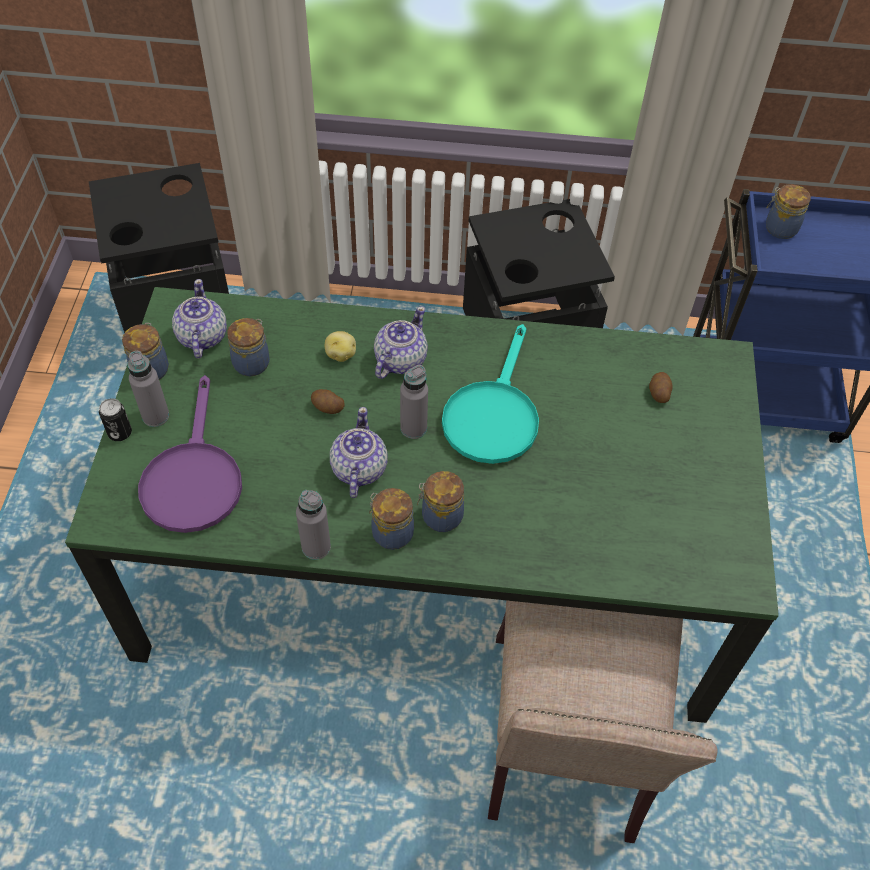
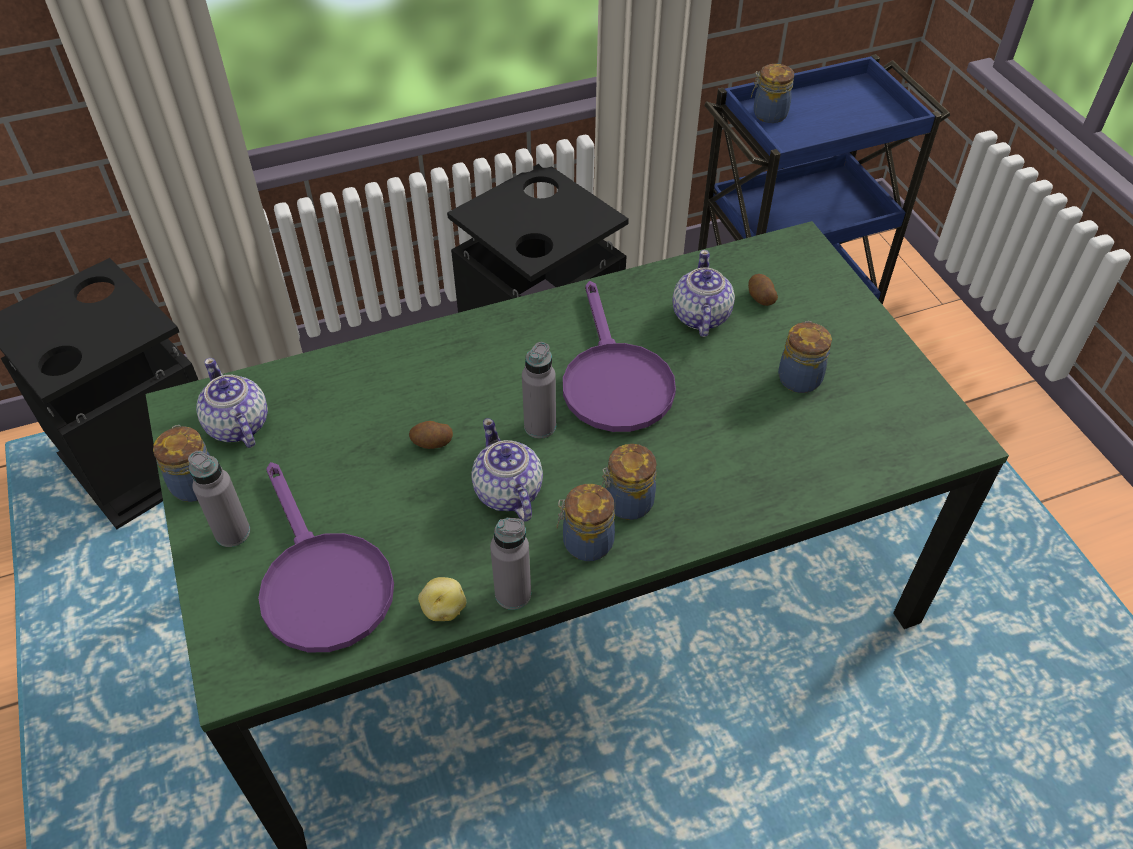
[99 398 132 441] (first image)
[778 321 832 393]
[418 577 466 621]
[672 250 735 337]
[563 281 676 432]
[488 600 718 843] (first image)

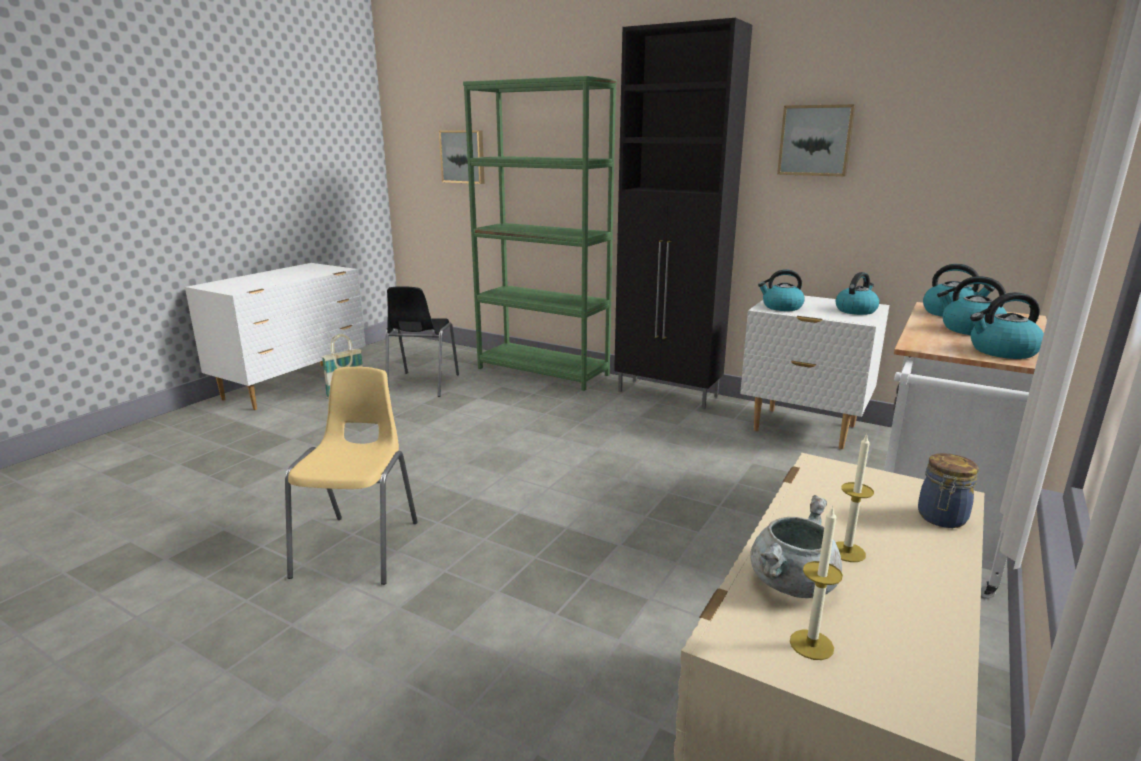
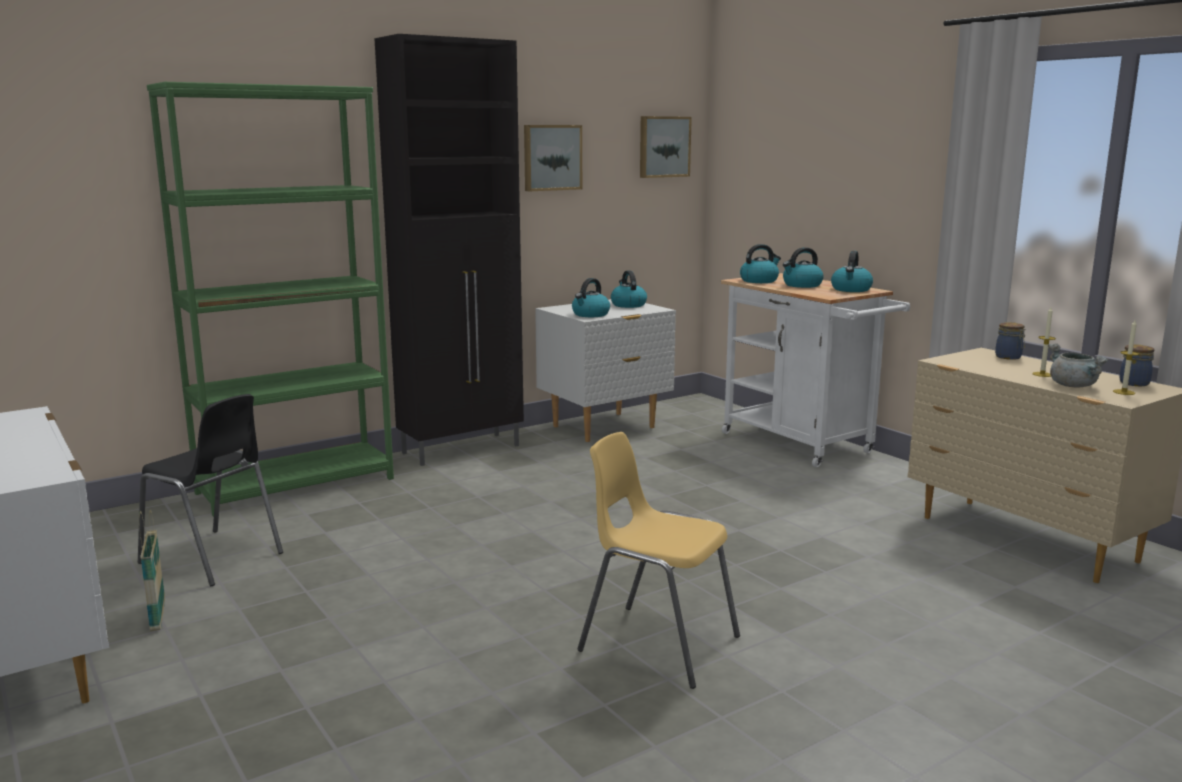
[640 116 692 178]
[1119 345 1154 386]

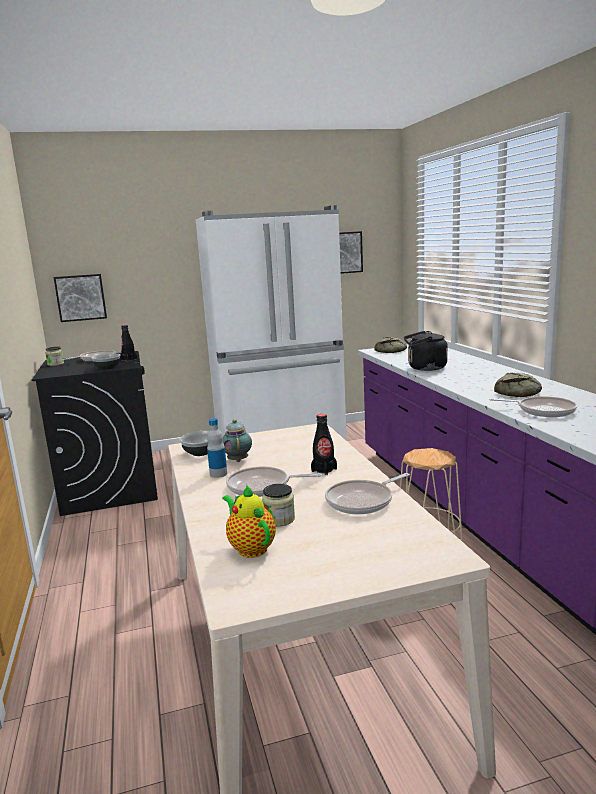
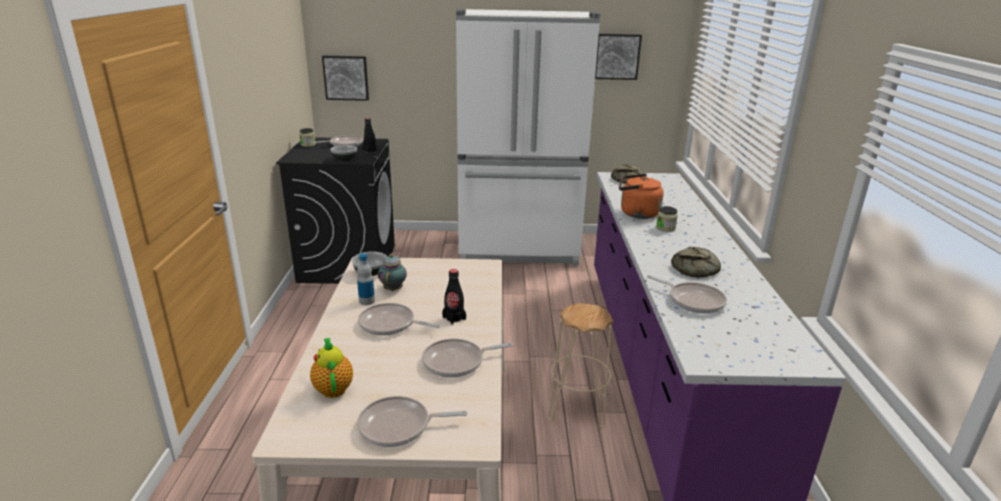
[656 206 678 232]
[619 174 664 219]
[357 396 467 447]

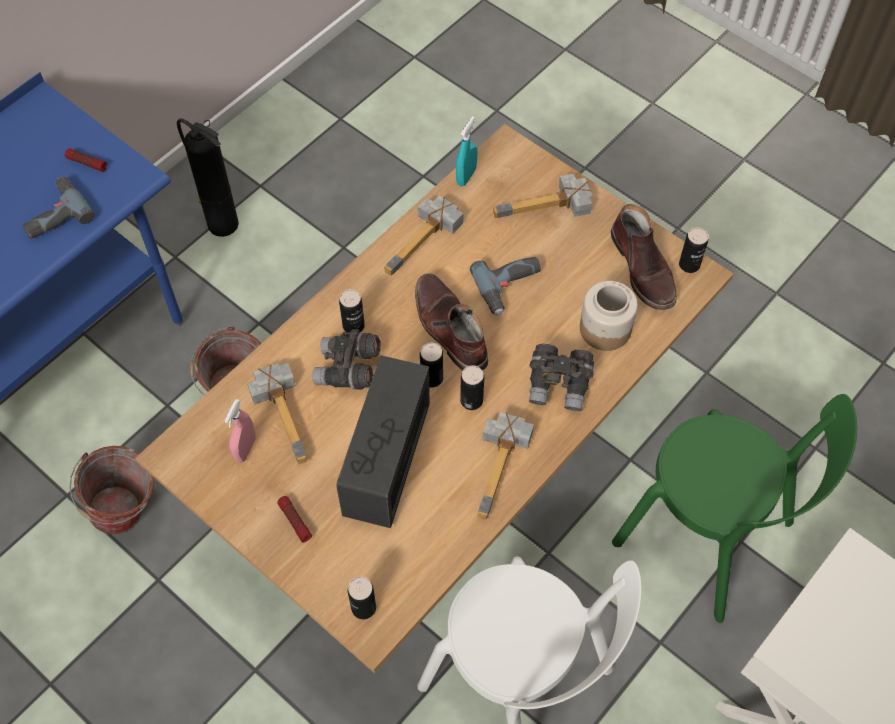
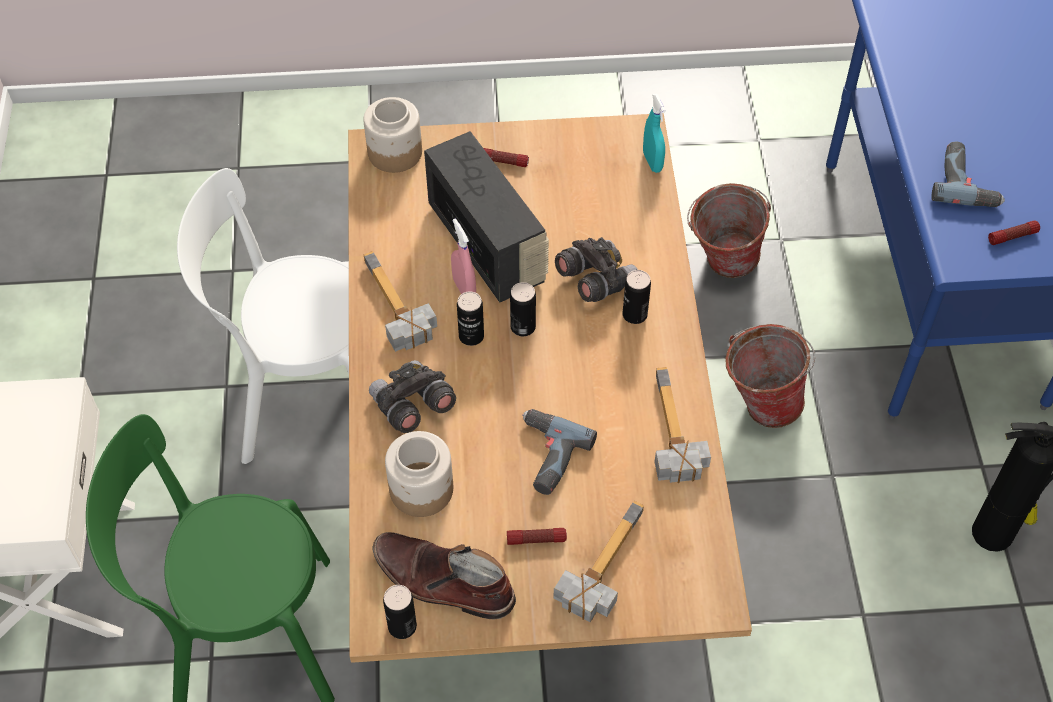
[451 219 476 294]
[247 363 307 464] (first image)
[363 97 422 173]
[415 273 488 371] (first image)
[643 94 666 173]
[507 528 567 545]

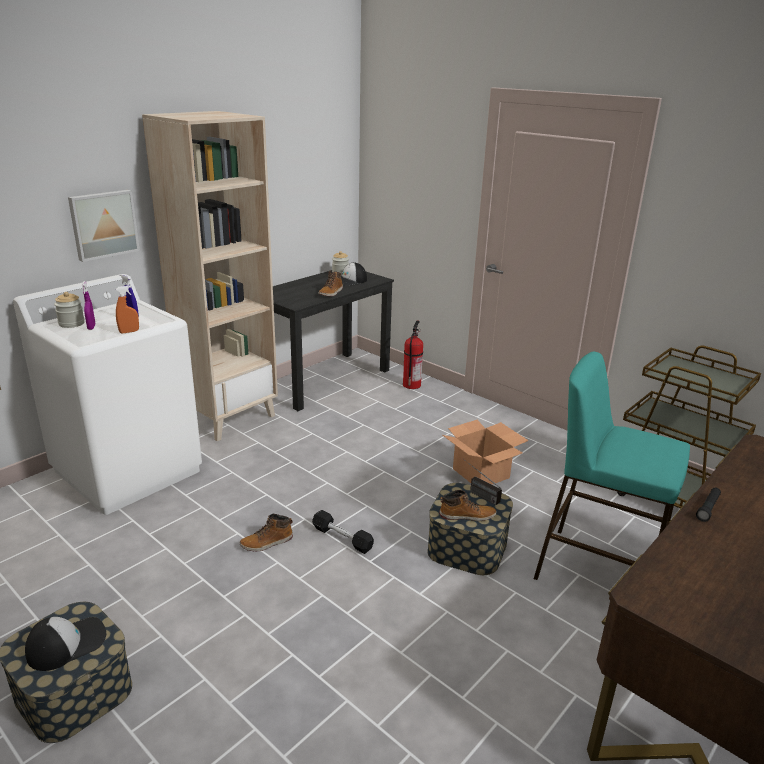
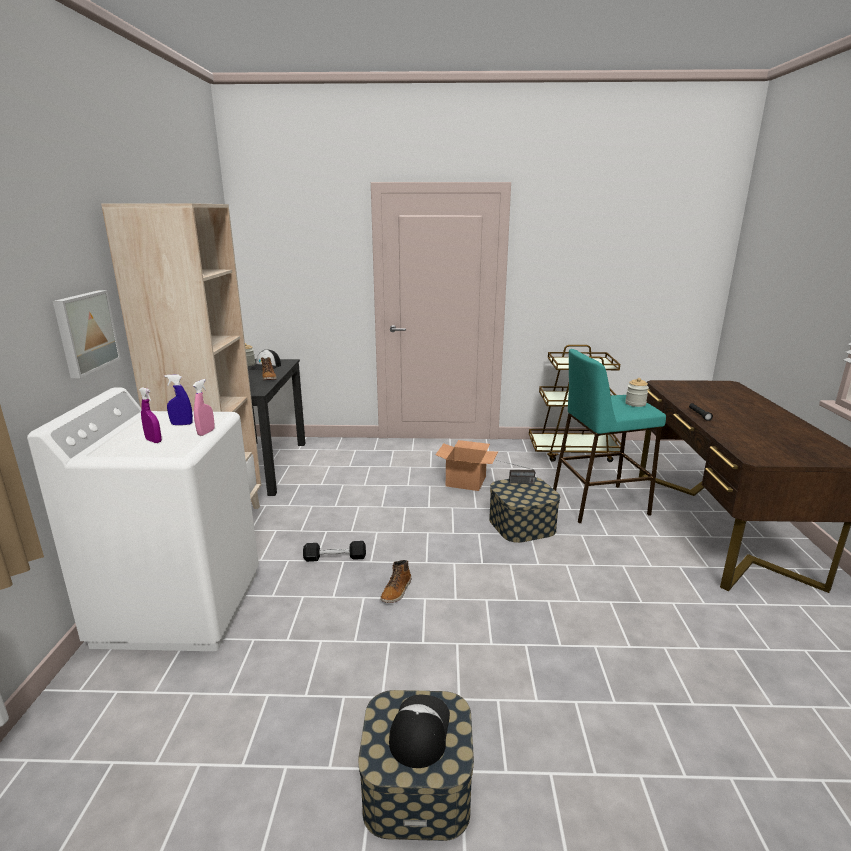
[625 378 649 407]
[193 379 215 436]
[303 541 366 562]
[403 321 423 389] (first image)
[439 490 497 521] (first image)

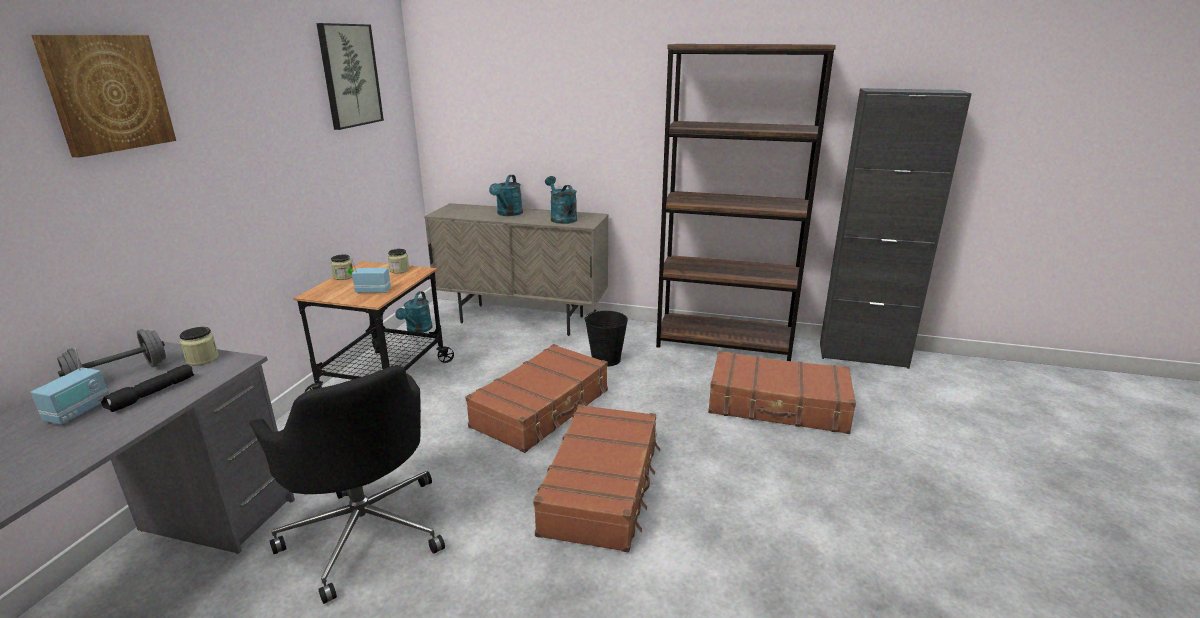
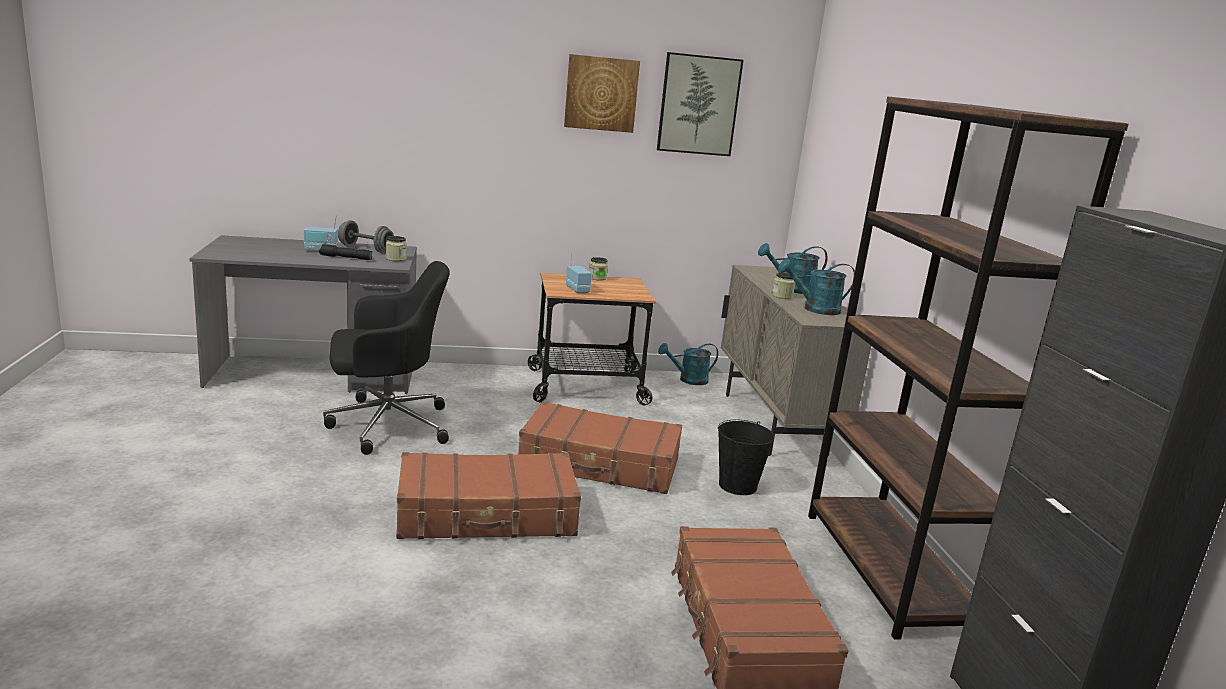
[564 54 640 133]
[323 261 450 455]
[772 272 795 299]
[778 259 855 315]

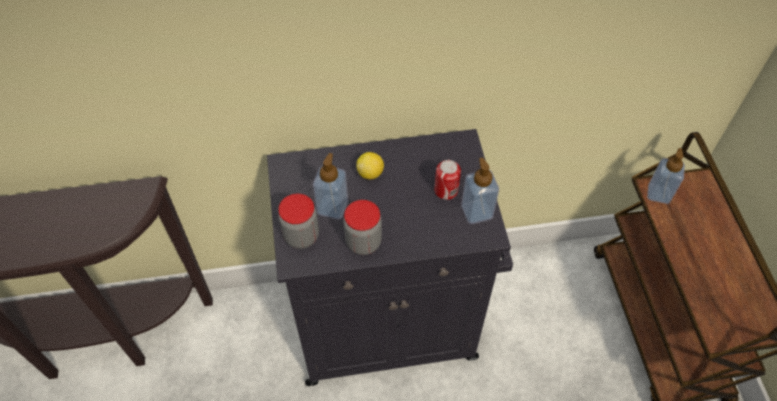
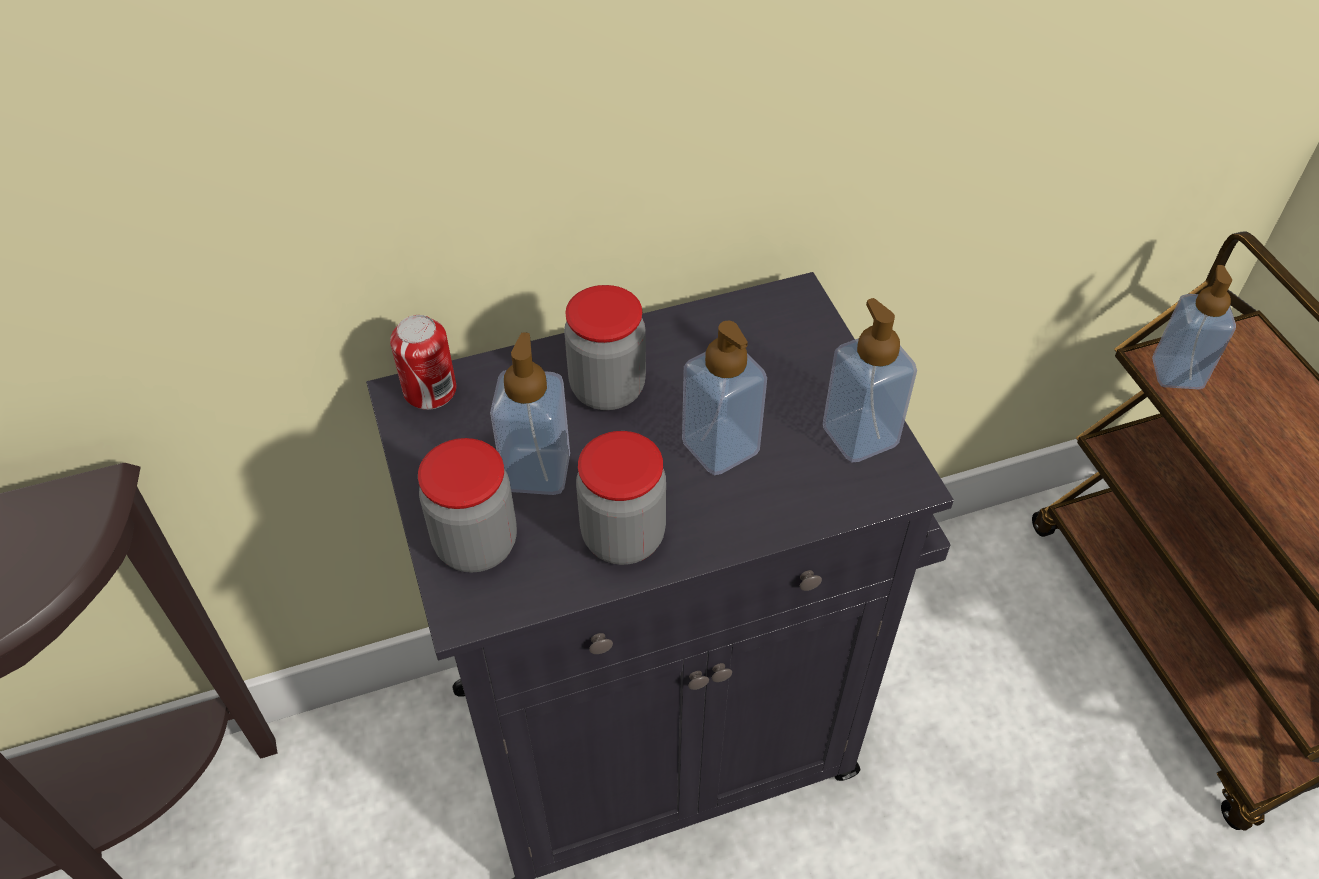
[564 285 646 410]
[390 315 456 410]
[682 321 767 475]

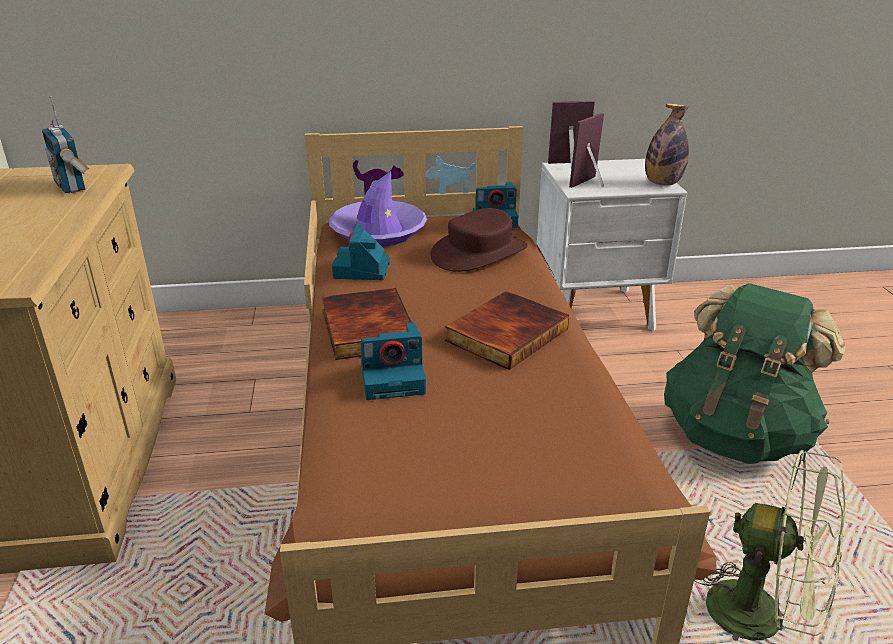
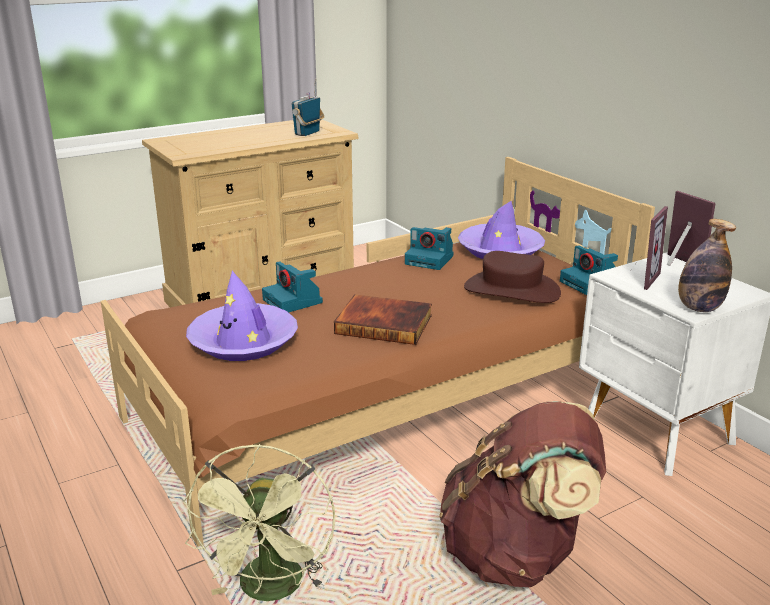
[322 288 412 360] (first image)
[405 227 453 270]
[628 206 668 290]
[439 401 606 587]
[186 271 298 361]

